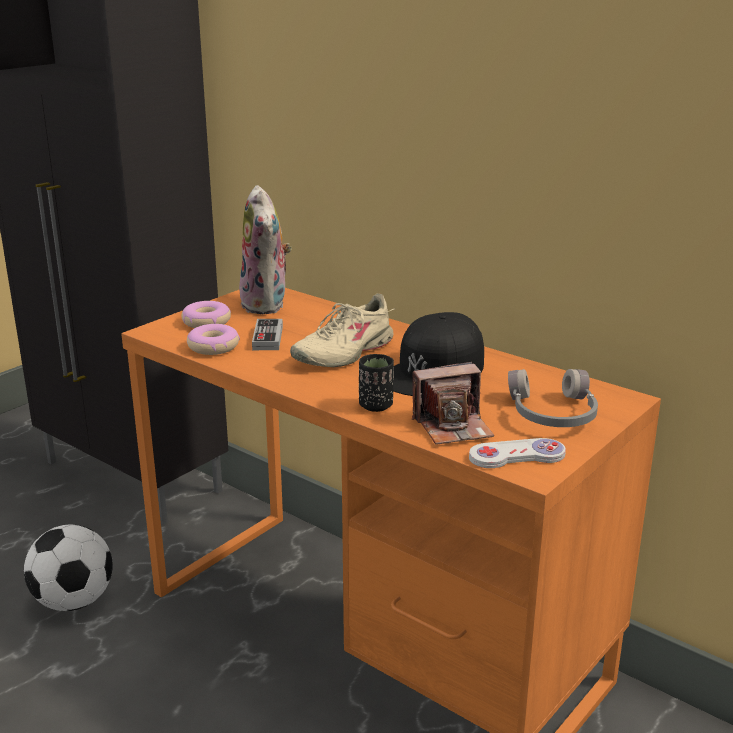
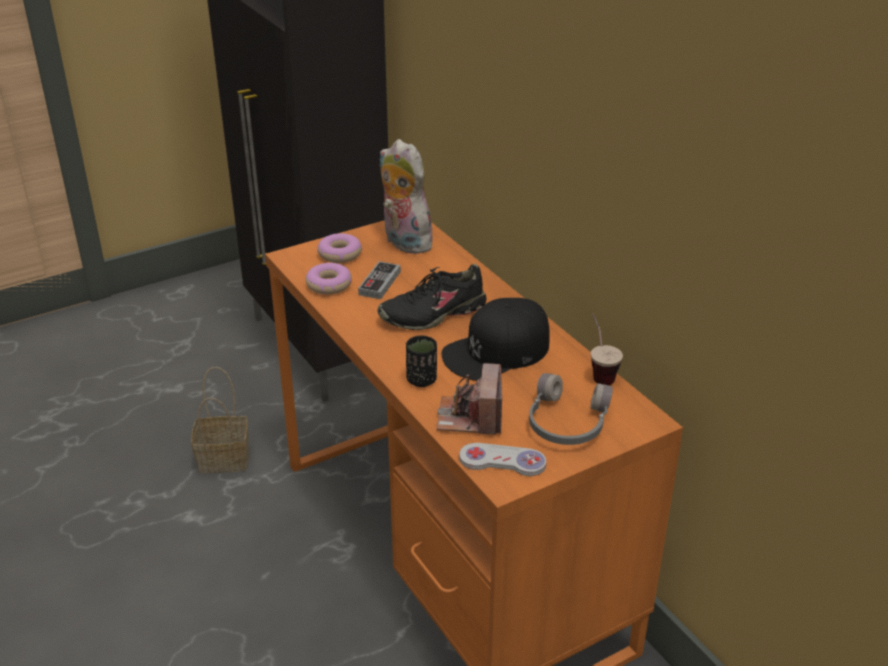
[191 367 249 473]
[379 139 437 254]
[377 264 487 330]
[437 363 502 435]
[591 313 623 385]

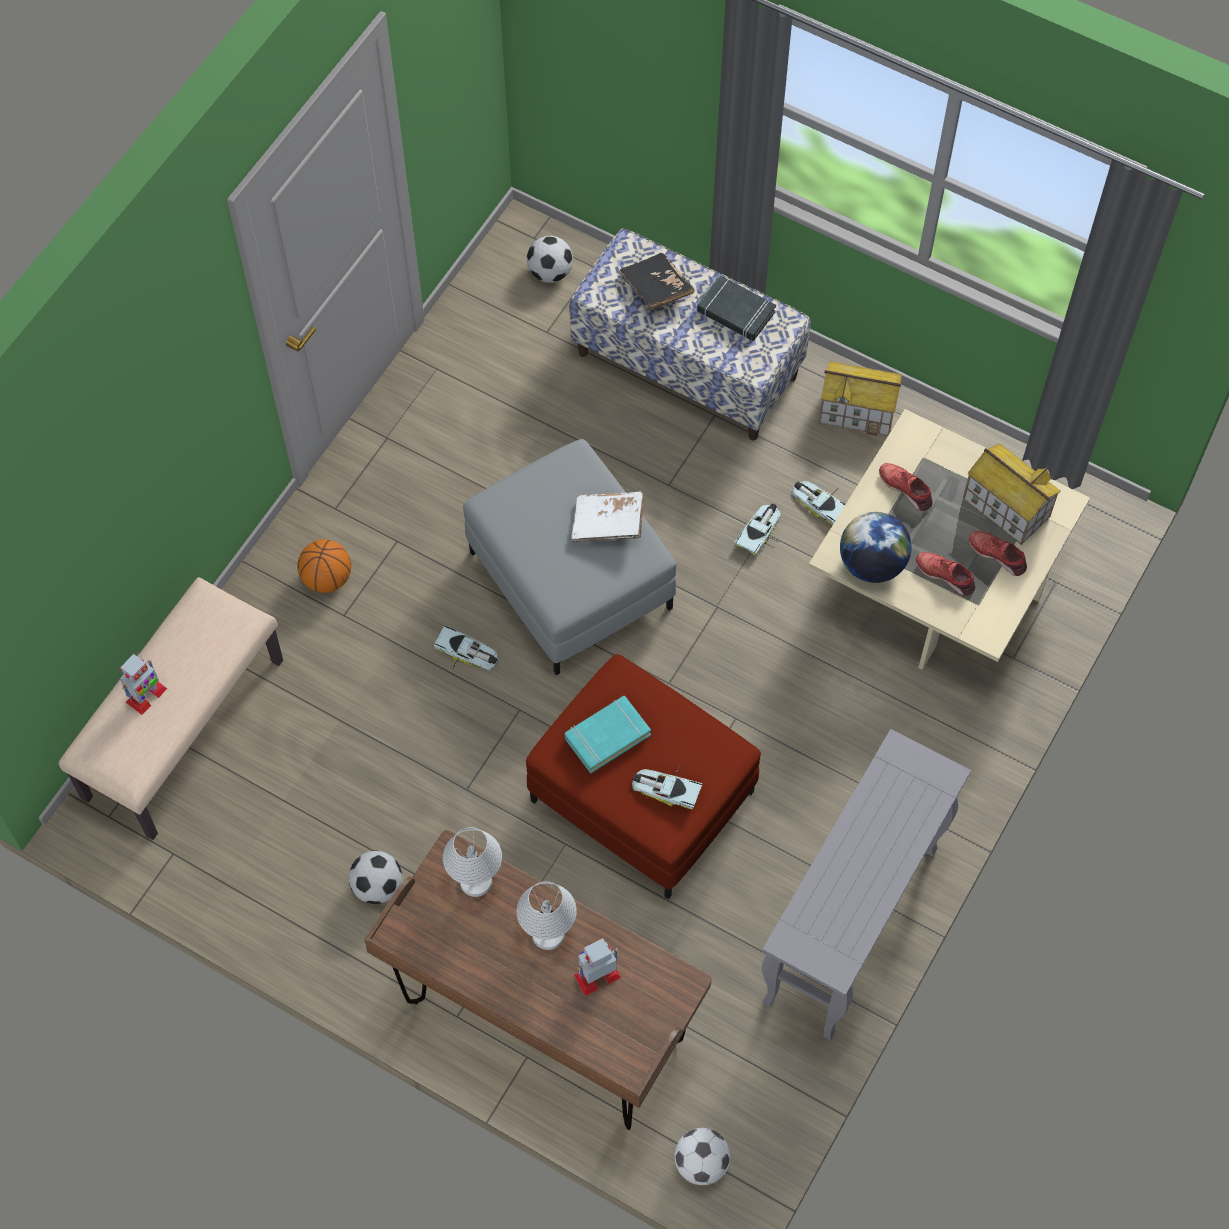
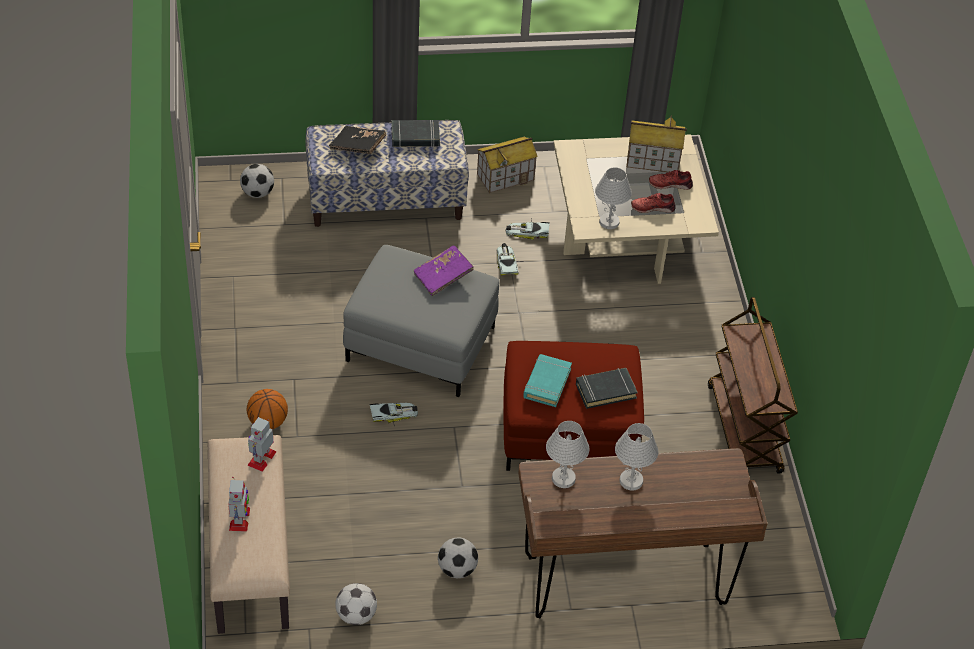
[414 246 474 296]
[247 417 276 472]
[576 368 638 409]
[336 583 377 625]
[708 297 798 474]
[595 167 632 229]
[879 463 933 511] (first image)

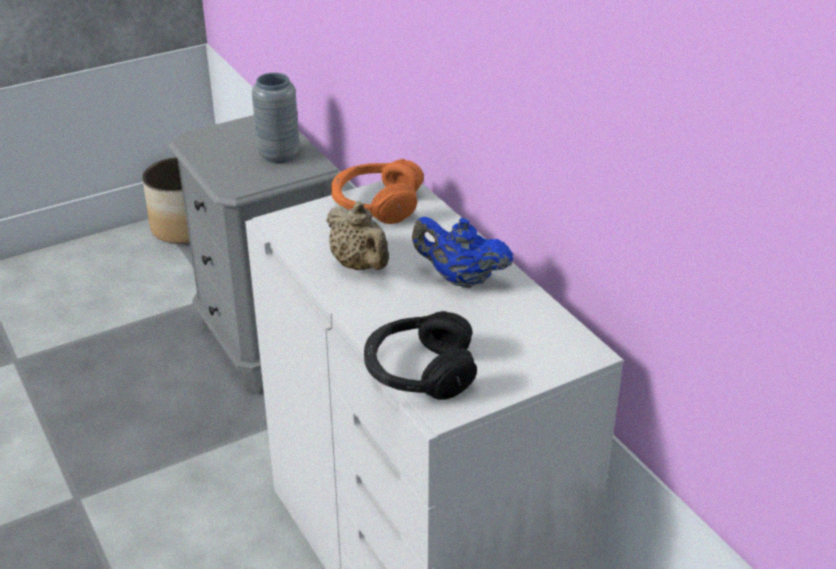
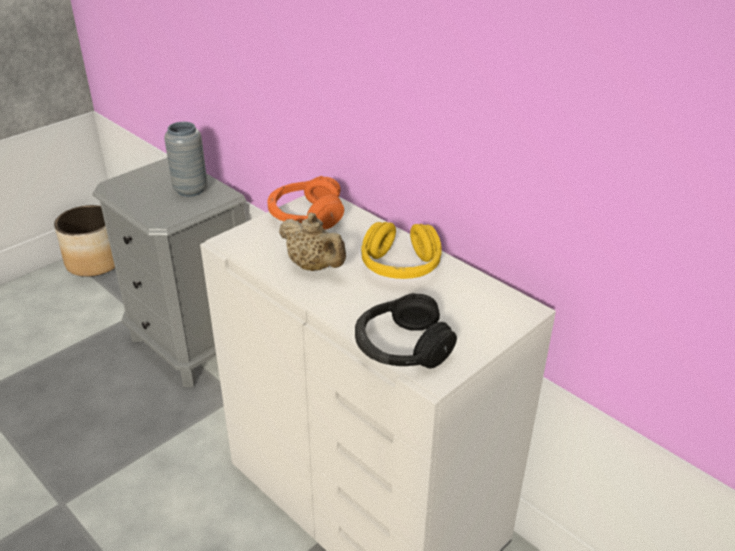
[361 222 442 279]

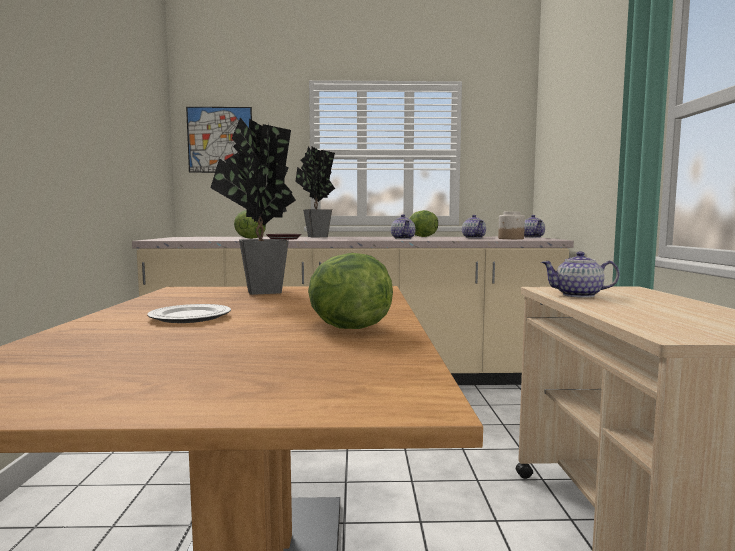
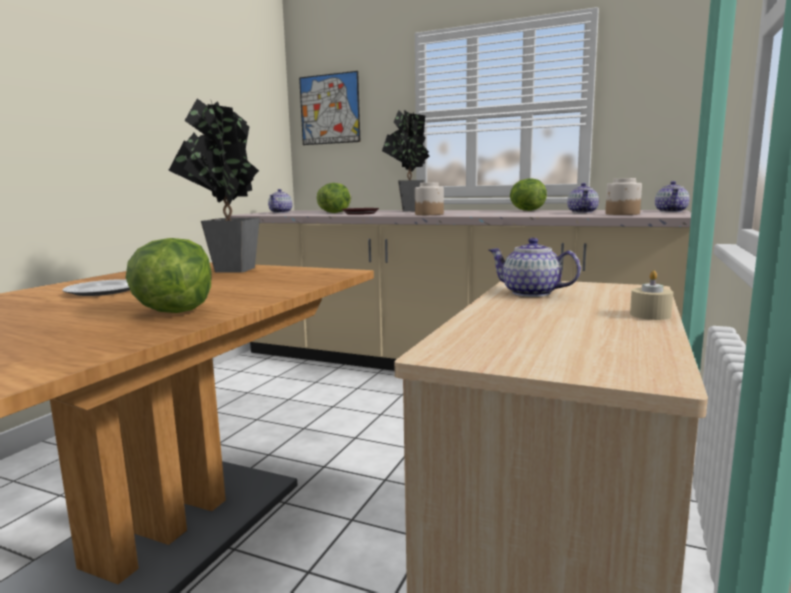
[268 189 292 213]
[415 182 444 215]
[630 271 673 320]

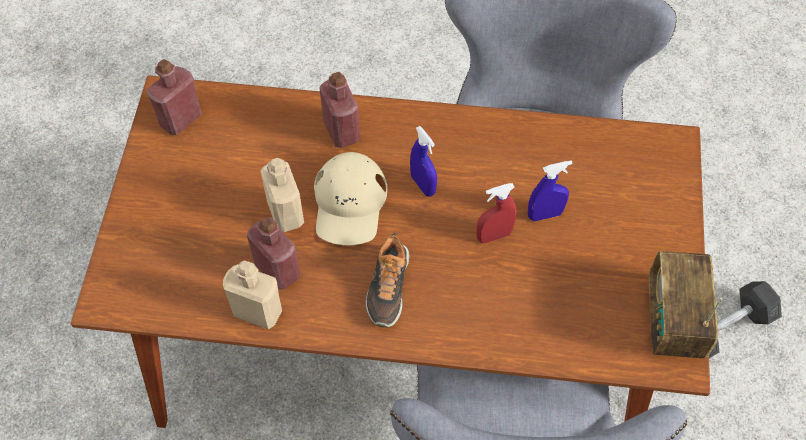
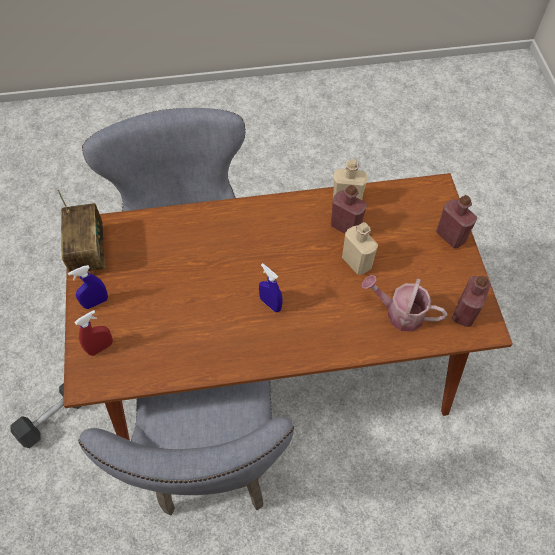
[314 152 387 245] (first image)
[436 195 477 248]
[366 233 409 328] (first image)
[75 310 113 356]
[68 265 108 309]
[362 275 447 332]

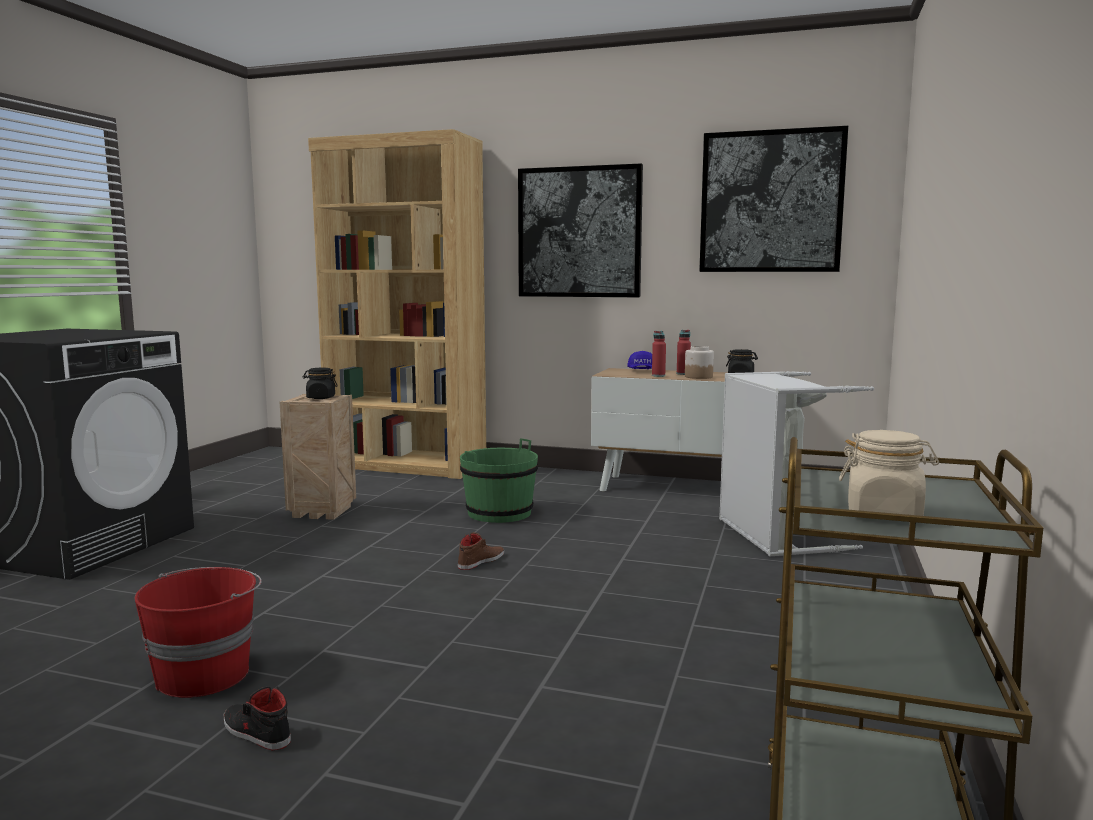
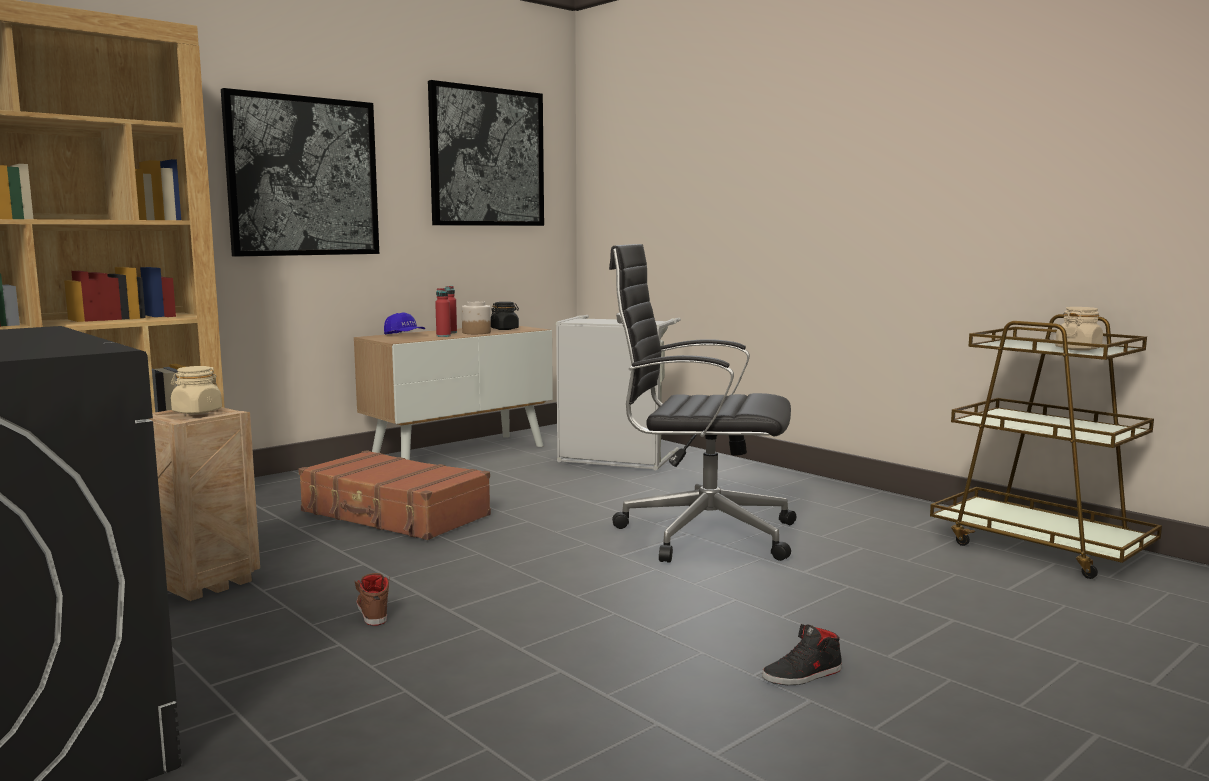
[134 567 261 698] (first image)
[171 366 222 414]
[355 573 390 626]
[298 450 491 540]
[609 244 796 563]

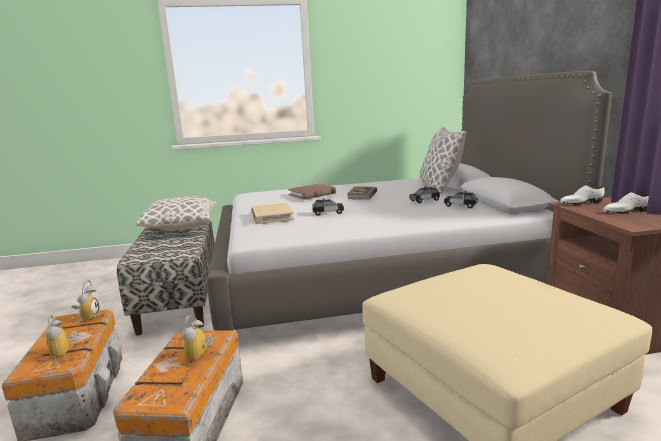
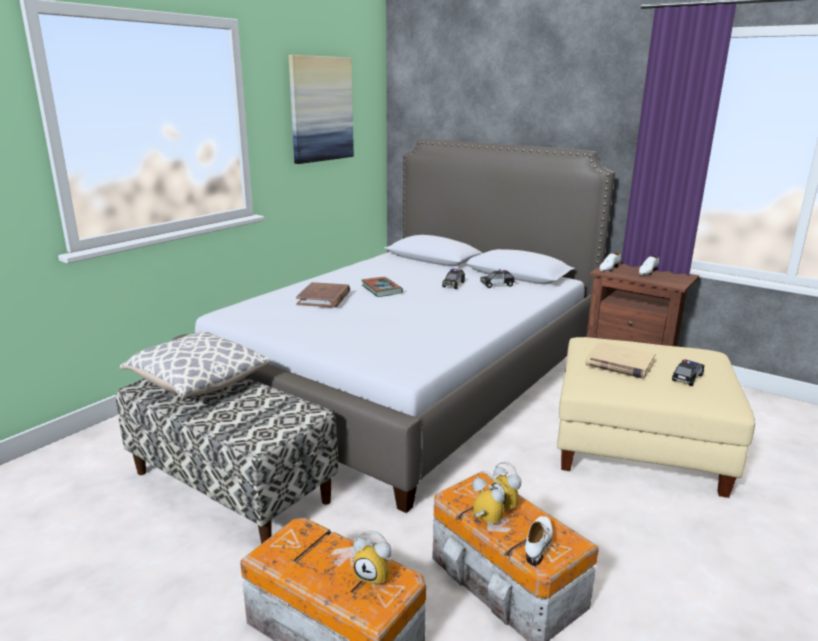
[473 471 504 526]
[586 341 656 379]
[672 359 704 386]
[420 127 467 194] (first image)
[289 55 354 164]
[525 516 553 566]

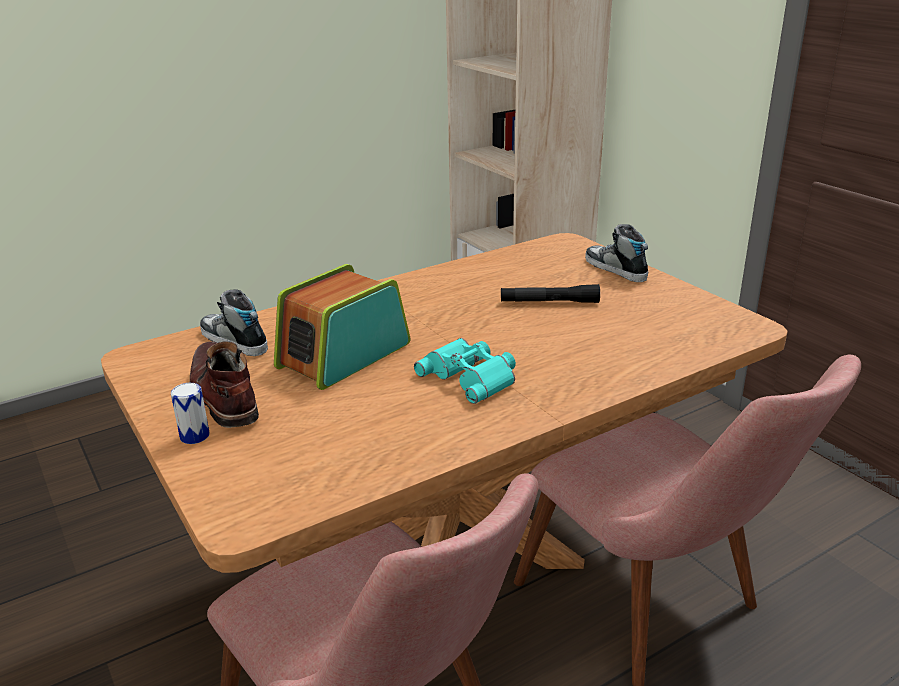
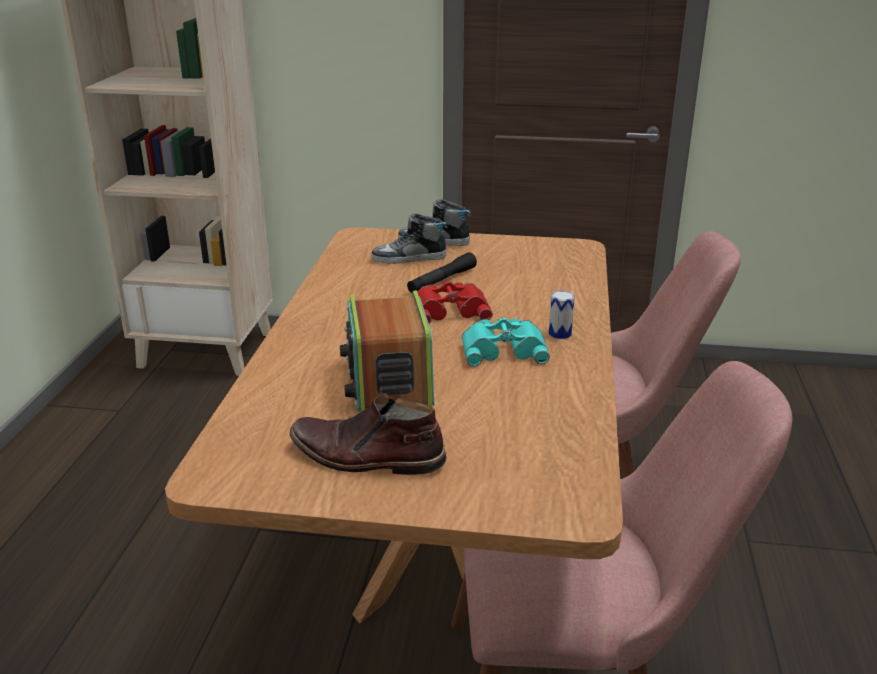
[549 291 575 339]
[371 214 448 264]
[417 281 493 324]

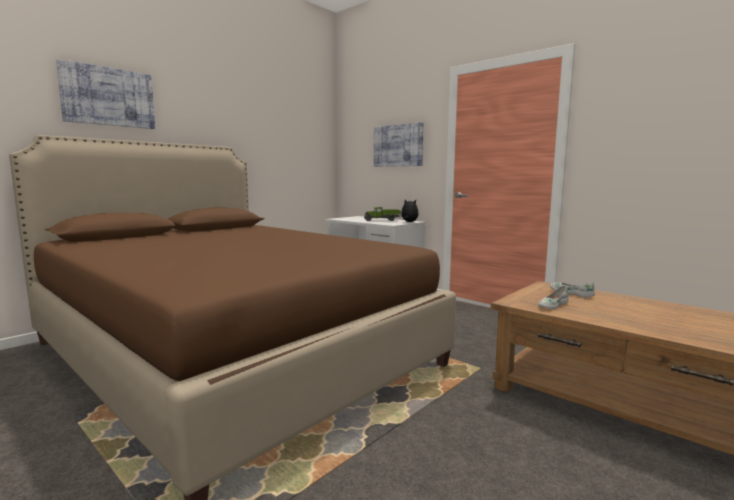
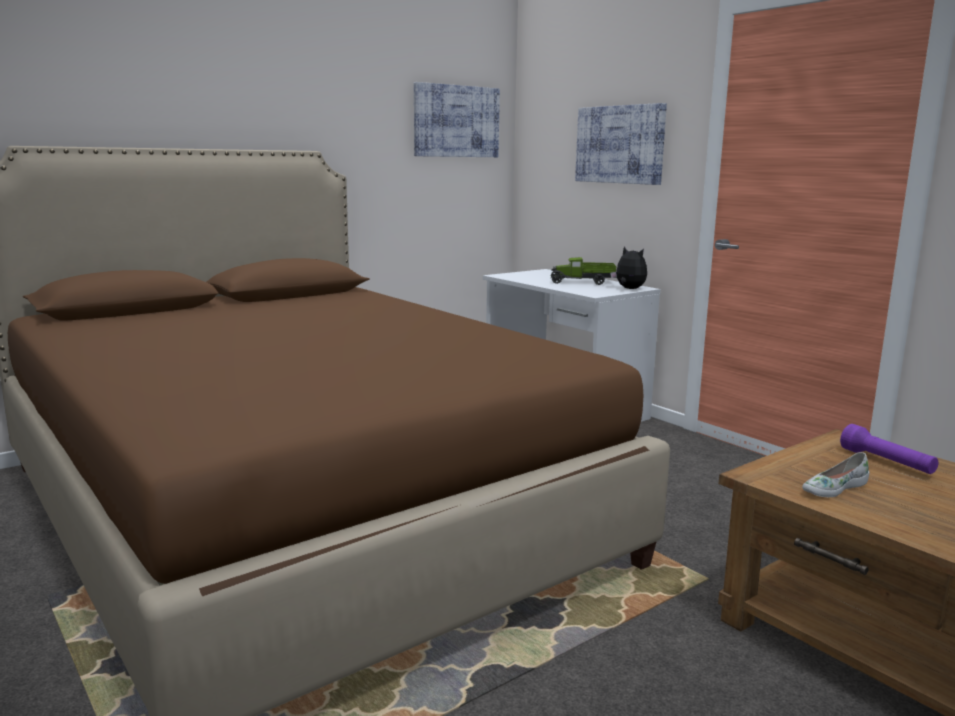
[414 82 500 157]
[840 424 939 474]

